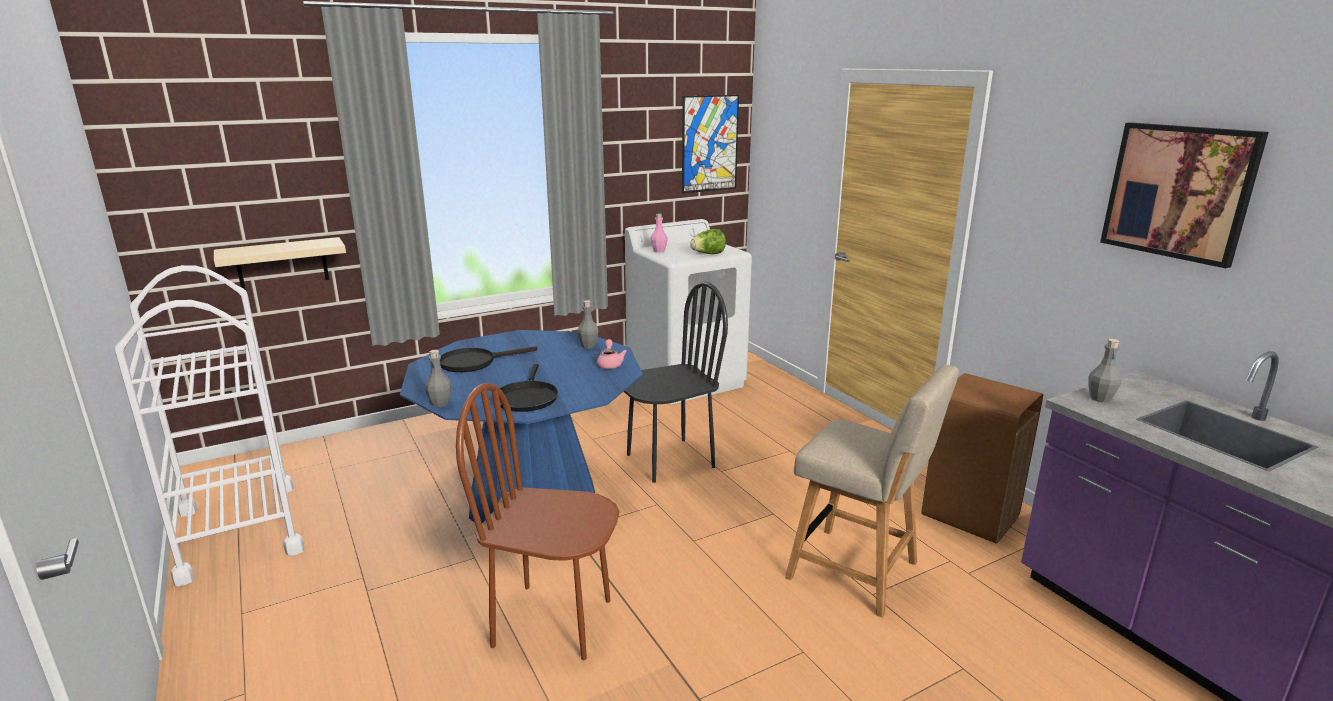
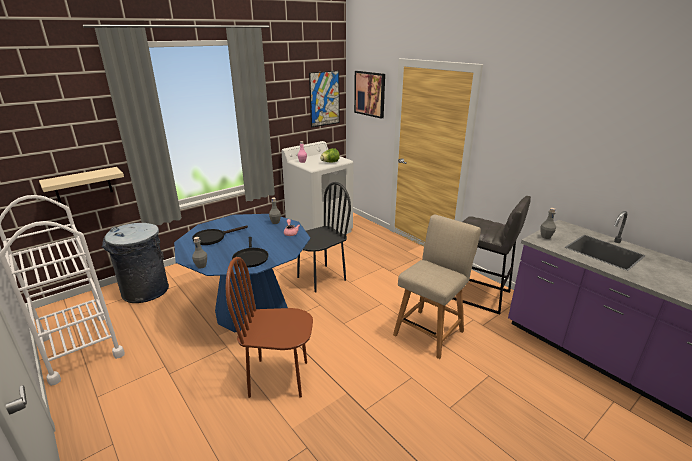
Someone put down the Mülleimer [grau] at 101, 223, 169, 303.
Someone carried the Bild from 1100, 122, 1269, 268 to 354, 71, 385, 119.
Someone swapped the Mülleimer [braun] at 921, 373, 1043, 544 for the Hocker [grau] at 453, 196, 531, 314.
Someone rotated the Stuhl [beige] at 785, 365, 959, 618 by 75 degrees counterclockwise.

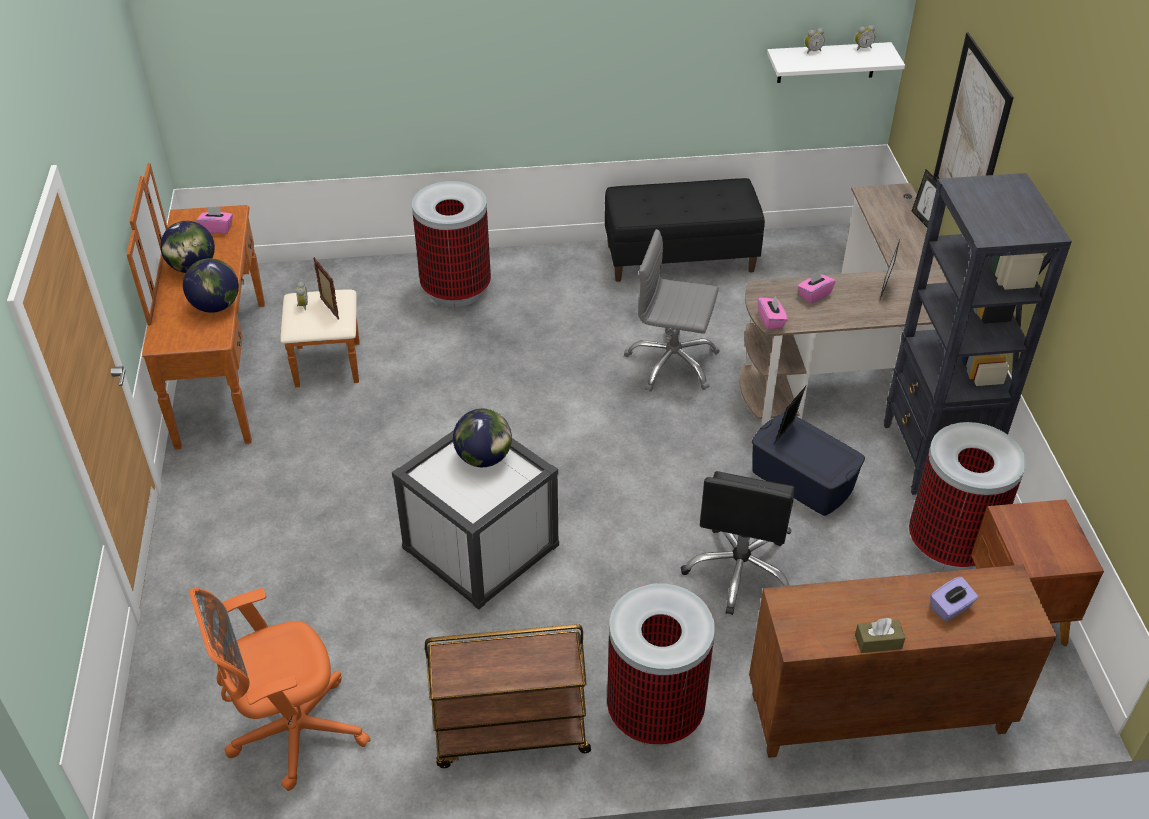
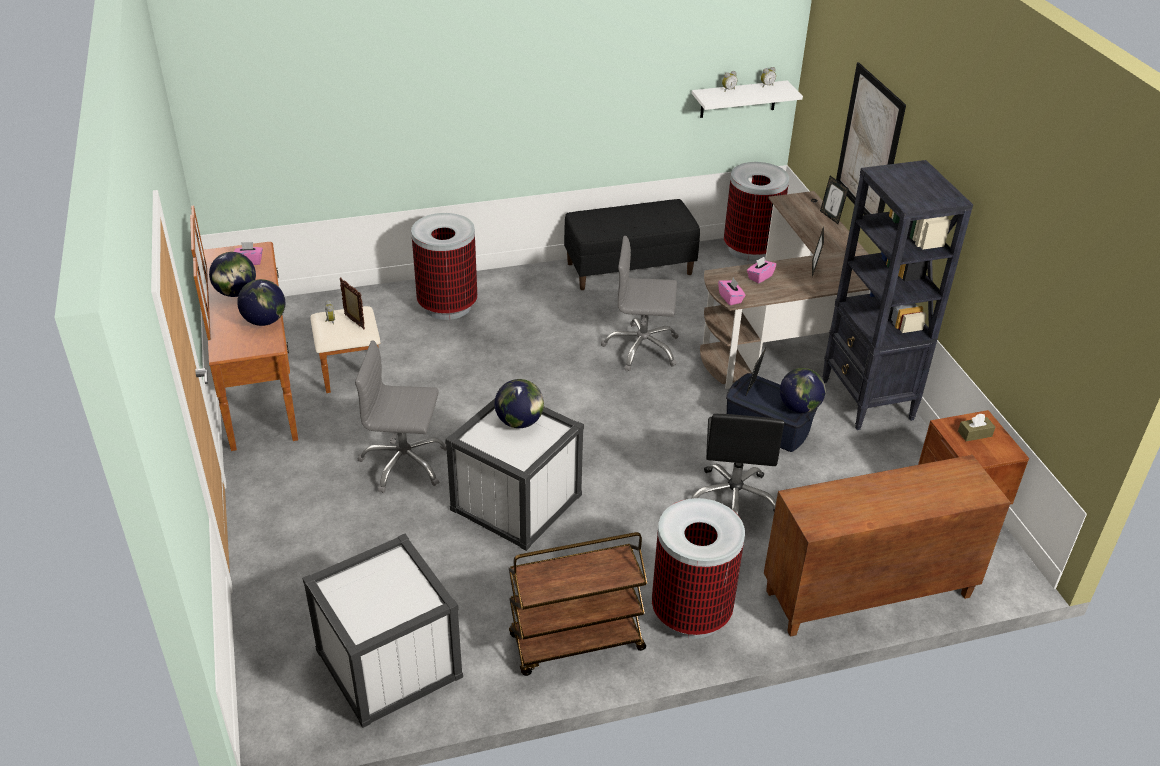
Someone took away the Taschentuchbox [lila] at 930, 576, 979, 622.
Someone put down the Bürostuhl [grau] at 355, 340, 447, 493.
Someone put down the Globus at 780, 368, 826, 413.
Someone carried the Taschentuchbox [braun] from 855, 618, 905, 653 to 958, 414, 995, 441.
Someone carried the Mülleimer from 909, 422, 1026, 571 to 724, 162, 789, 261.
Someone swapped the Bürostuhl [orange] at 189, 588, 370, 791 for the Aufbewahrungsbox [weiß] at 302, 534, 463, 728.

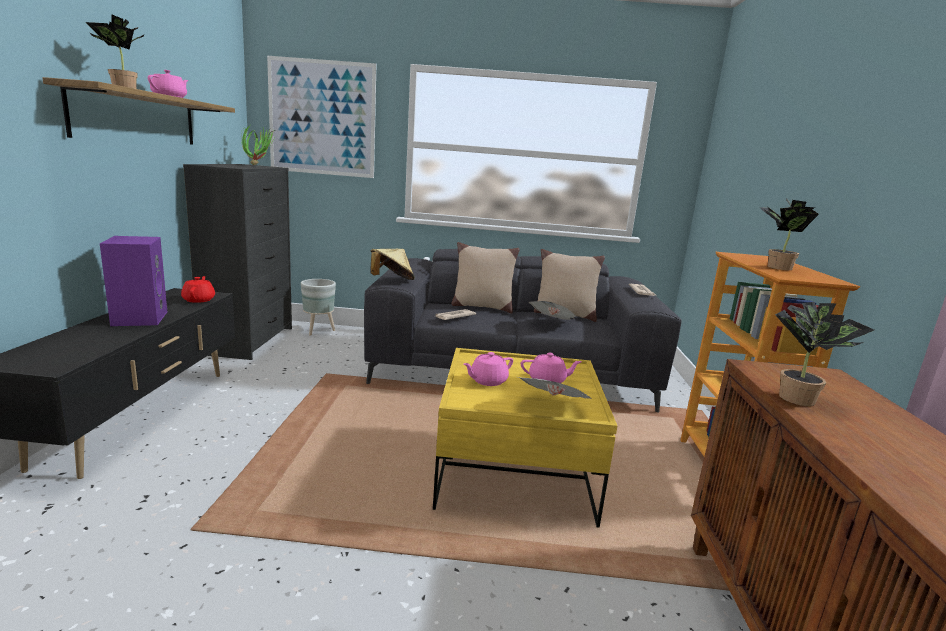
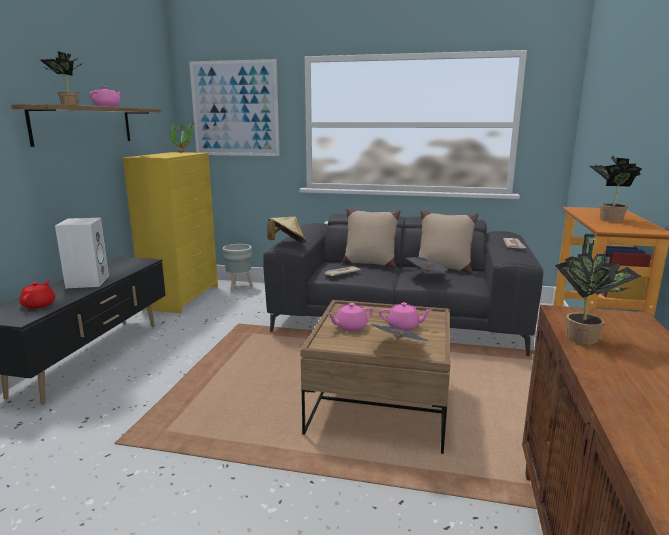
Someone carried the Teekanne [rot] from 181, 276, 215, 303 to 19, 279, 55, 309.
Someone repainted the Lautsprecher [lila] at 100, 236, 167, 326, which became the Lautsprecher [weiß] at 55, 218, 109, 288.
Someone repainted the Kommode [schwarz] at 183, 164, 292, 360, which became the Kommode [gelb] at 122, 152, 218, 313.
Someone repainted the Couchtisch [gelb] at 433, 348, 617, 528, which became the Couchtisch [braun] at 300, 300, 450, 454.

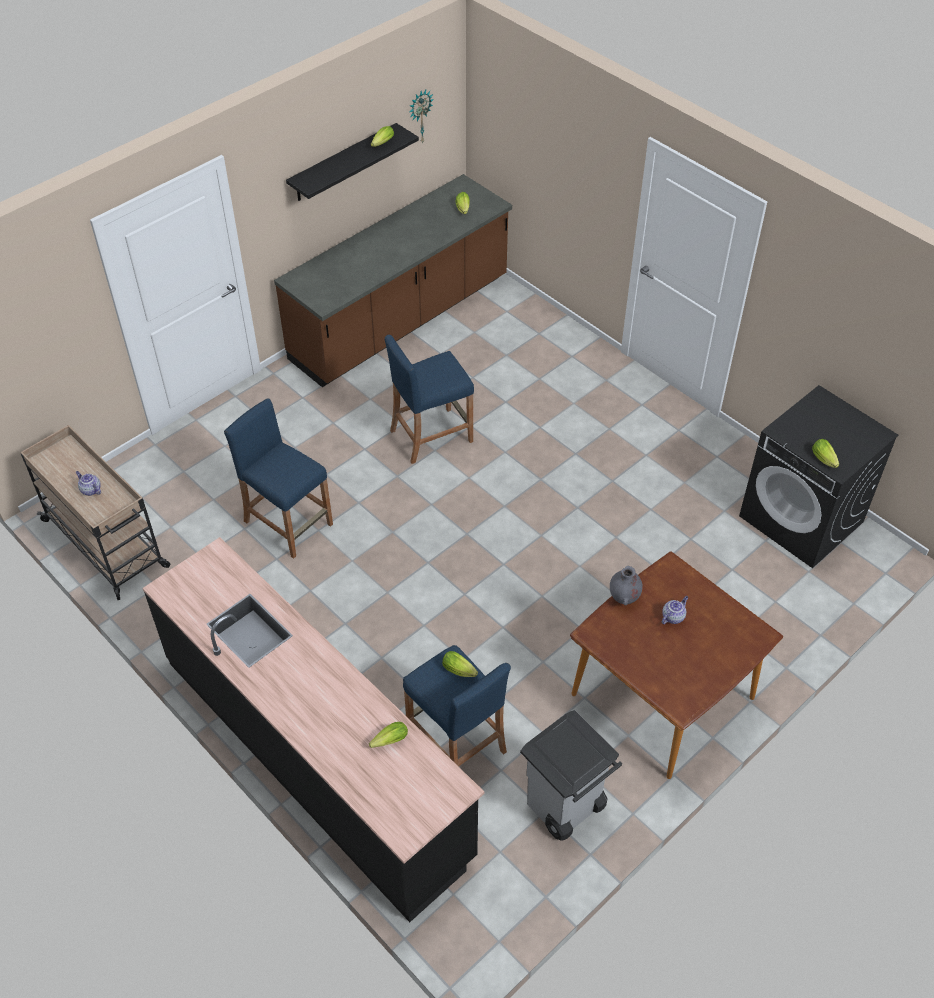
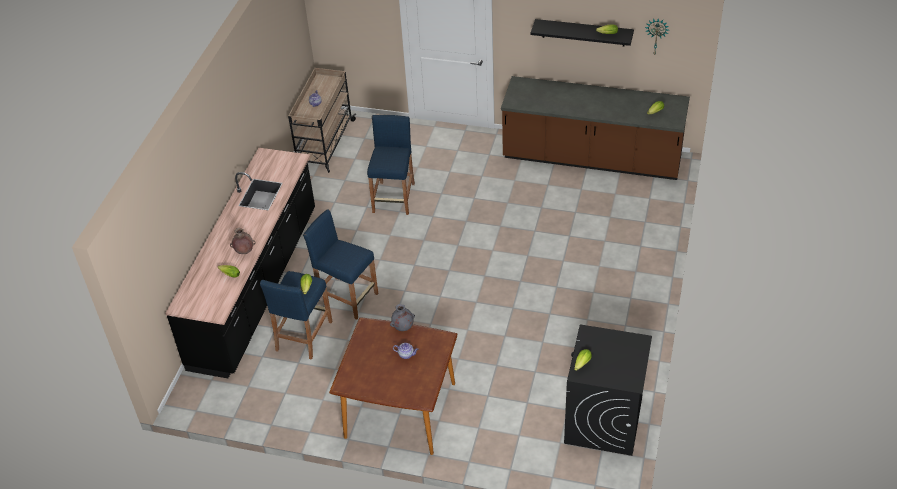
Someone took away the Mülleimer [grau] at 520, 710, 622, 841.
Someone put down the Vase [braun] at 230, 228, 256, 254.
Someone carried the Hocker [blau] from 385, 335, 474, 464 to 303, 209, 378, 320.

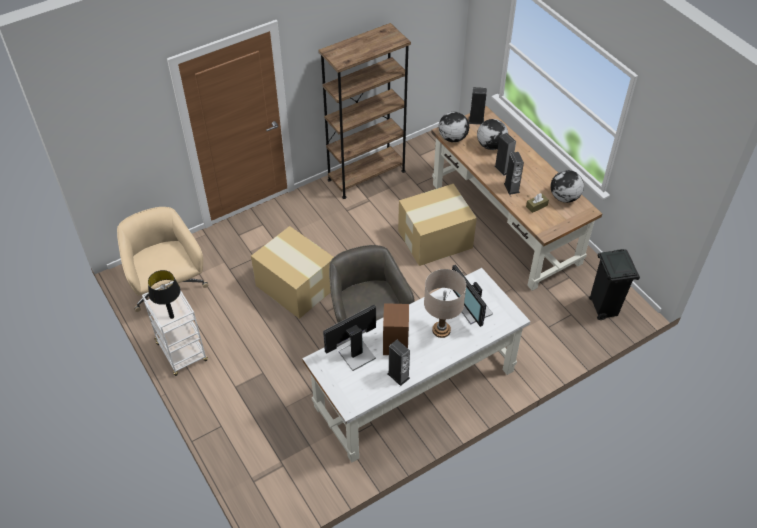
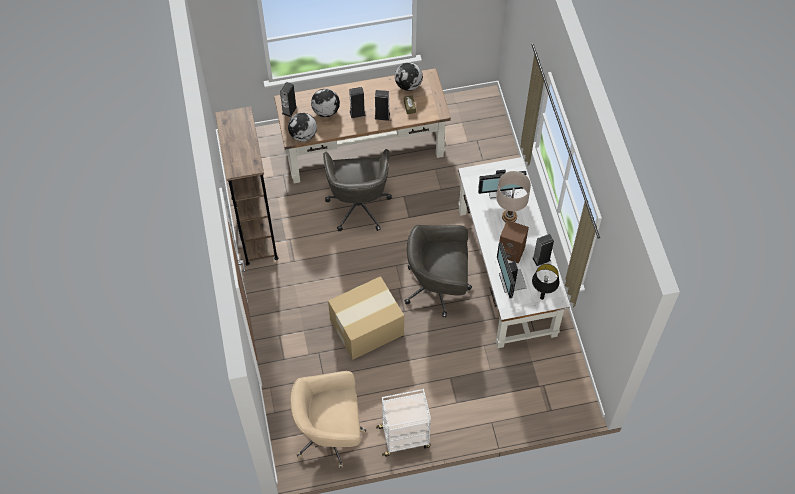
Someone took away the Mülleimer [schwarz] at 589, 249, 640, 320.
Someone carried the Tischlampe [schwarz] from 148, 270, 181, 319 to 532, 264, 559, 300.
Someone swapped the Karton at 398, 184, 477, 266 for the Bürostuhl [grau] at 323, 149, 392, 231.

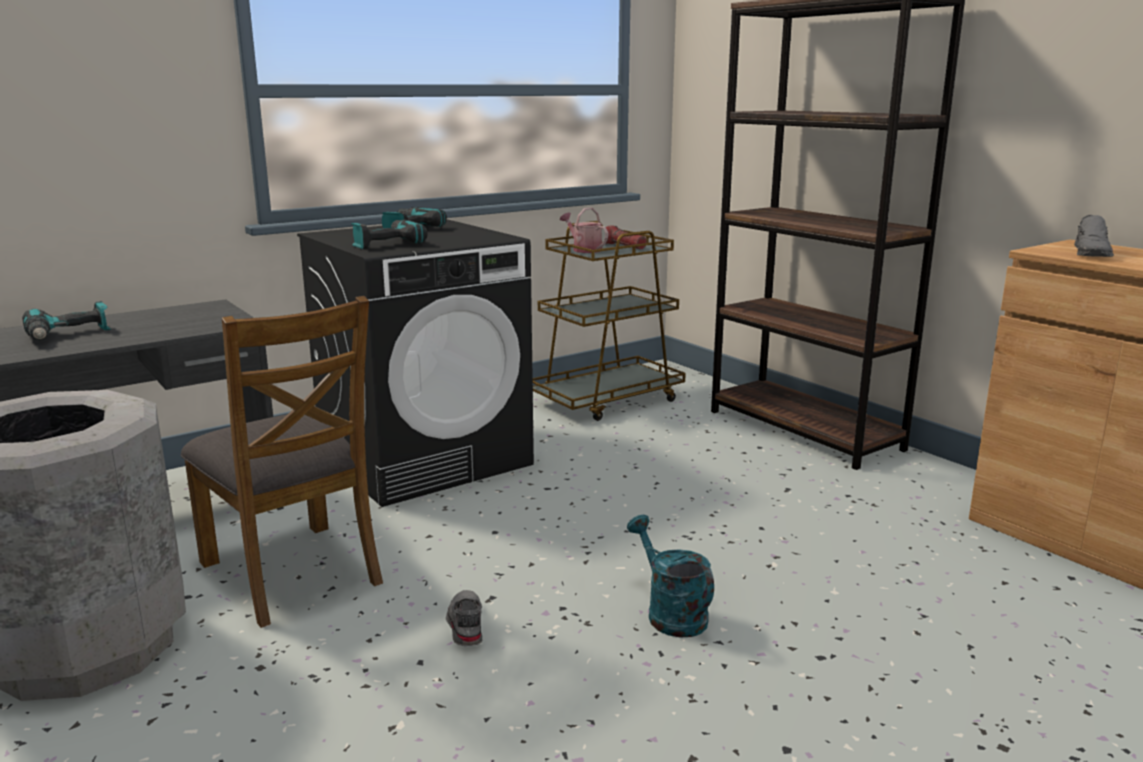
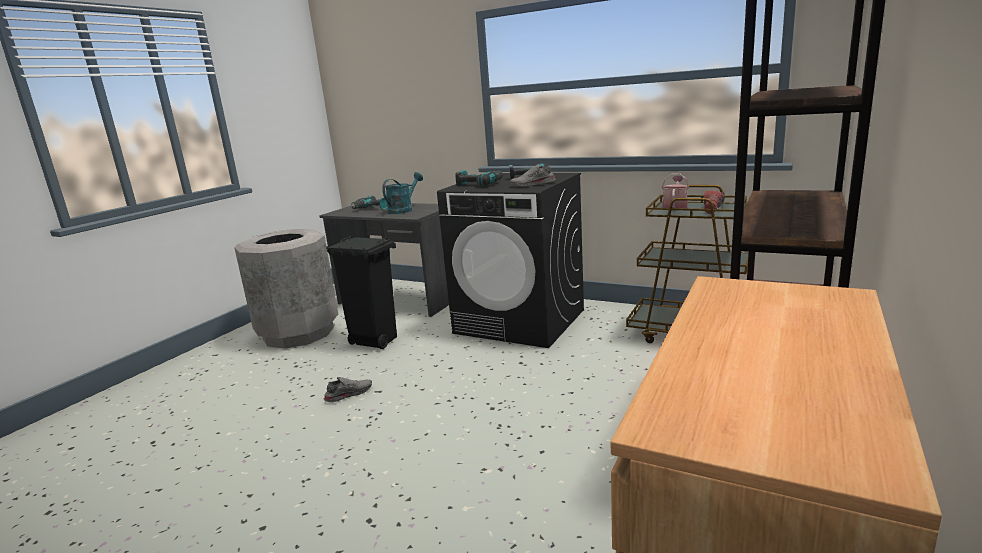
Someone carried the Gießkanne [türkis] from 627, 515, 714, 638 to 382, 172, 423, 214.
Someone carried the Schuh [grau] from 1074, 215, 1114, 257 to 510, 164, 556, 186.
Someone swapped the Stuhl [braun] at 181, 296, 383, 628 for the Mülleimer [schwarz] at 326, 236, 397, 349.

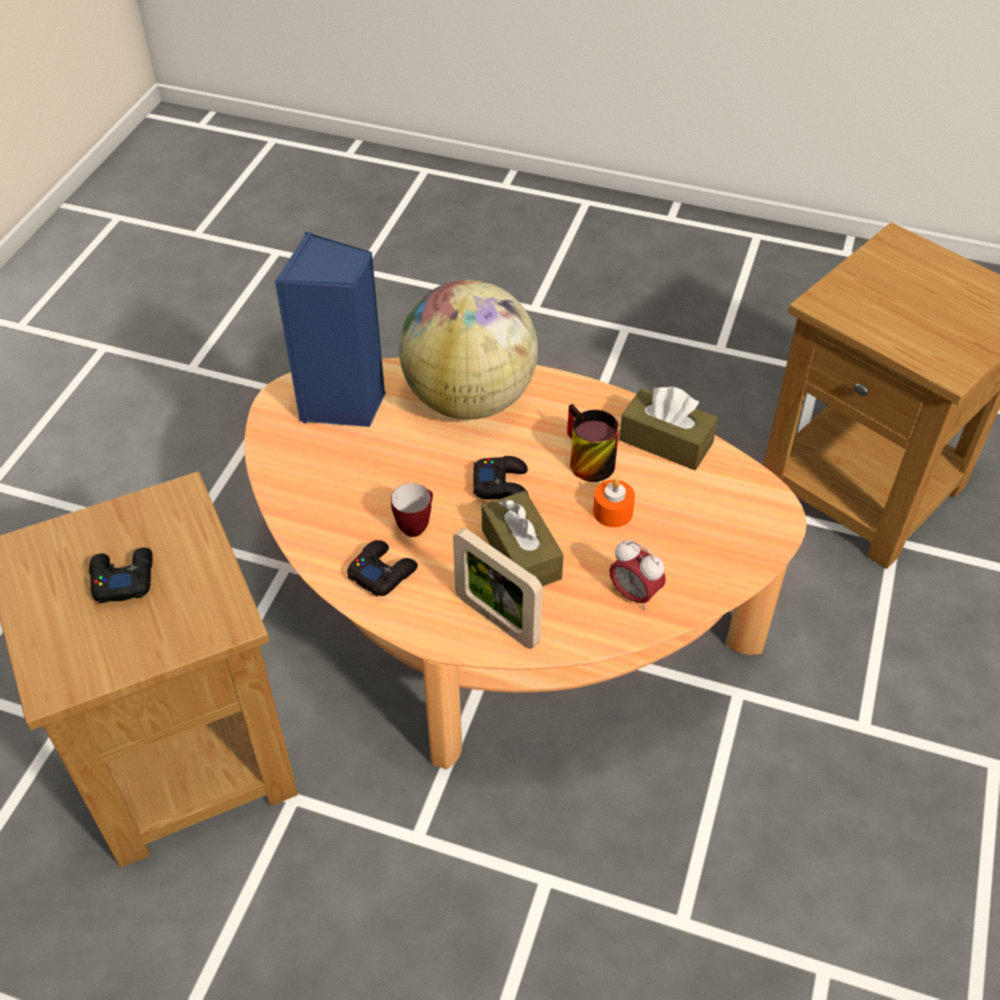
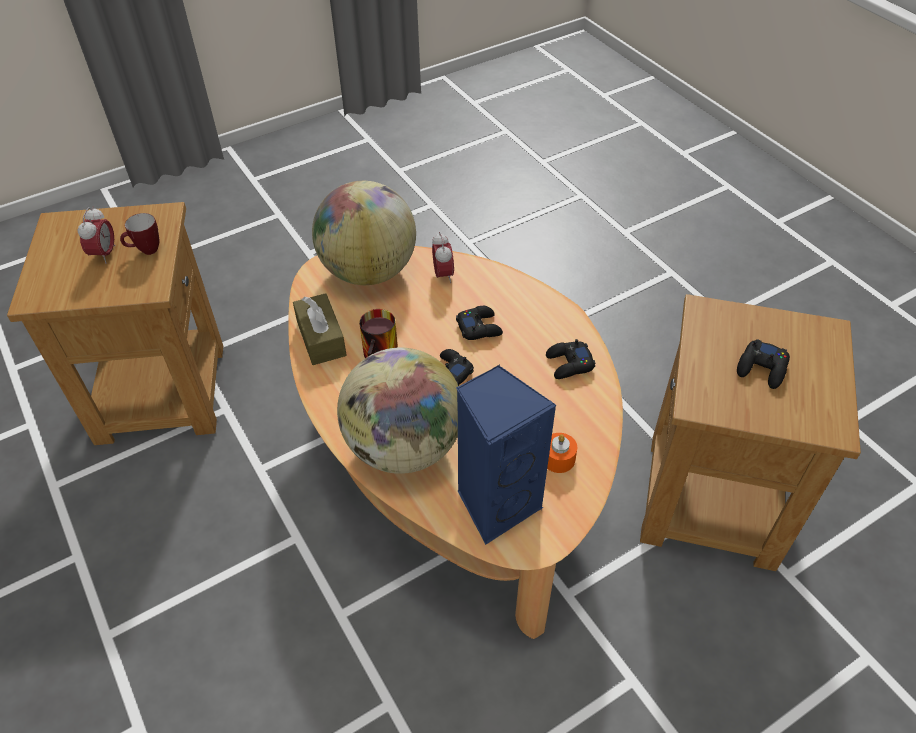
Someone took away the Bilderrahmen at 453, 528, 543, 649.
Someone put down the Wecker at 78, 207, 115, 264.
Someone put down the Globus at 312, 181, 416, 285.
Someone carried the Henkelbecher from 391, 483, 433, 537 to 120, 213, 159, 255.
Someone carried the Kerze [orange] from 593, 479, 635, 527 to 547, 433, 577, 473.
Someone swapped the Taschentuchbox [braun] at 482, 491, 564, 586 for the Gamepad [schwarz] at 456, 306, 503, 340.

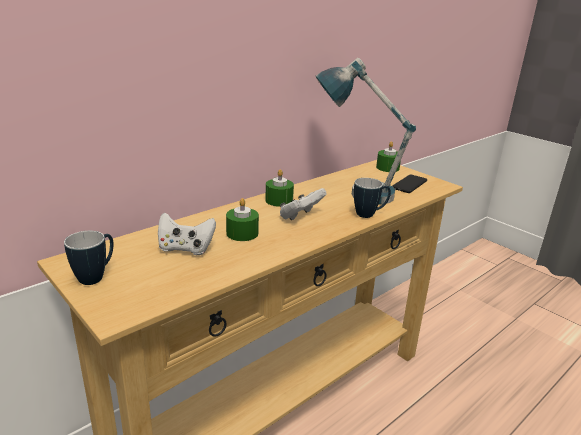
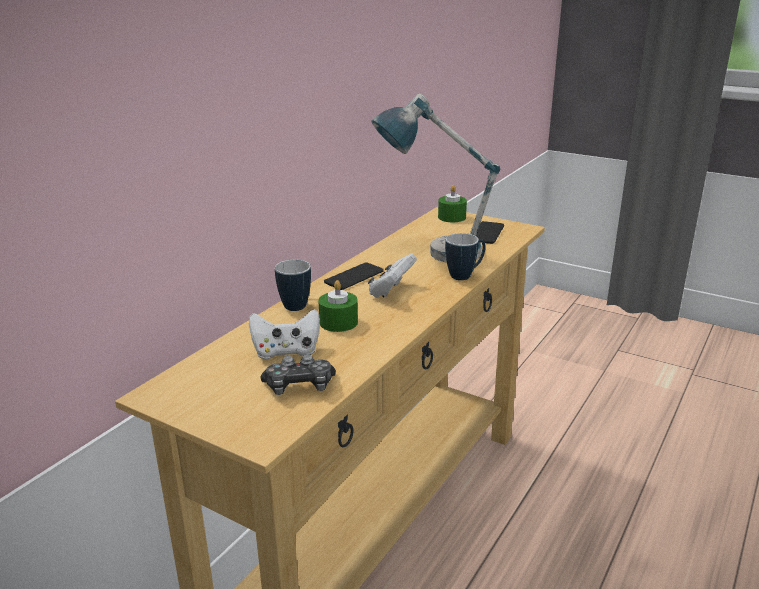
Someone put down the Gamepad at 260, 354, 336, 395.
Someone carried the Henkelbecher from 64, 231, 113, 285 to 275, 260, 311, 311.
Someone swapped the Kerze [grün] at 265, 169, 294, 207 for the Handy at 324, 262, 384, 290.

